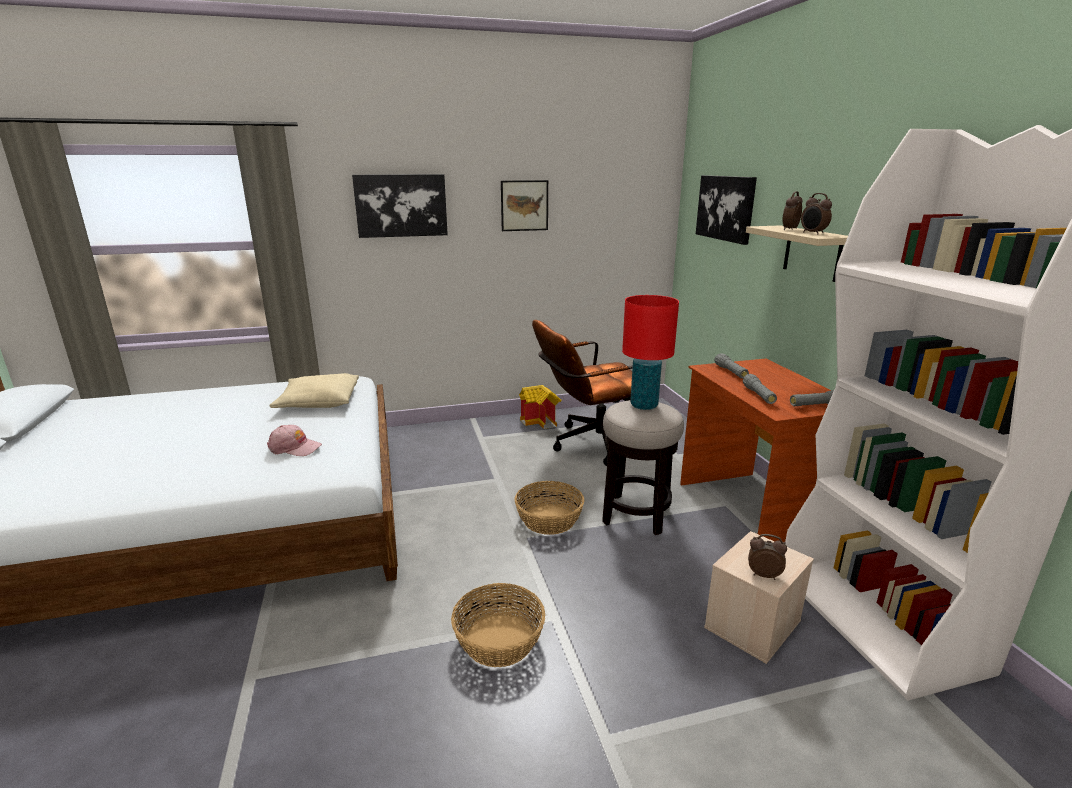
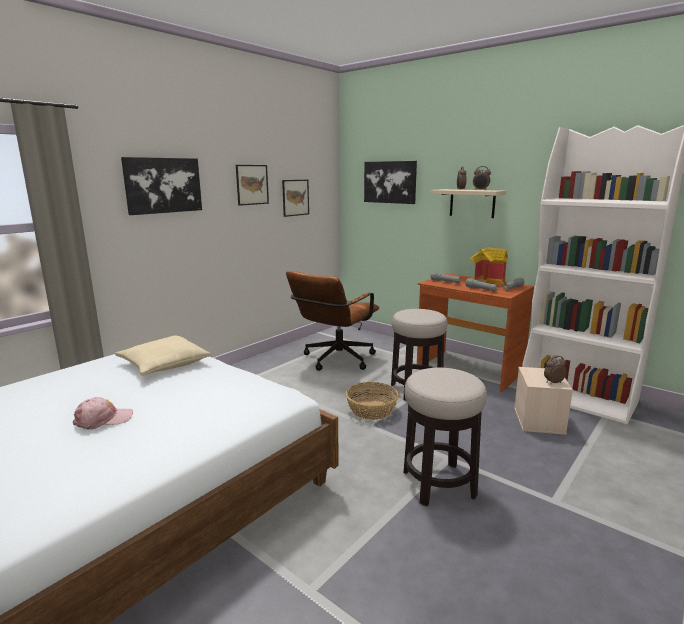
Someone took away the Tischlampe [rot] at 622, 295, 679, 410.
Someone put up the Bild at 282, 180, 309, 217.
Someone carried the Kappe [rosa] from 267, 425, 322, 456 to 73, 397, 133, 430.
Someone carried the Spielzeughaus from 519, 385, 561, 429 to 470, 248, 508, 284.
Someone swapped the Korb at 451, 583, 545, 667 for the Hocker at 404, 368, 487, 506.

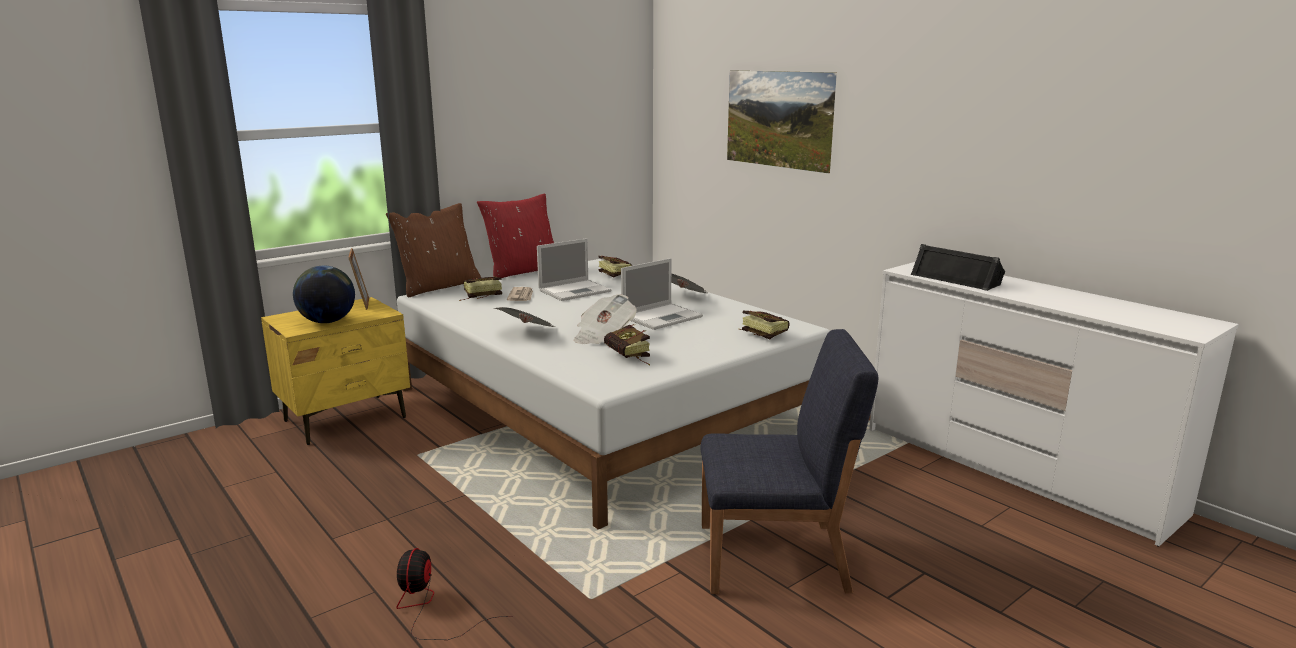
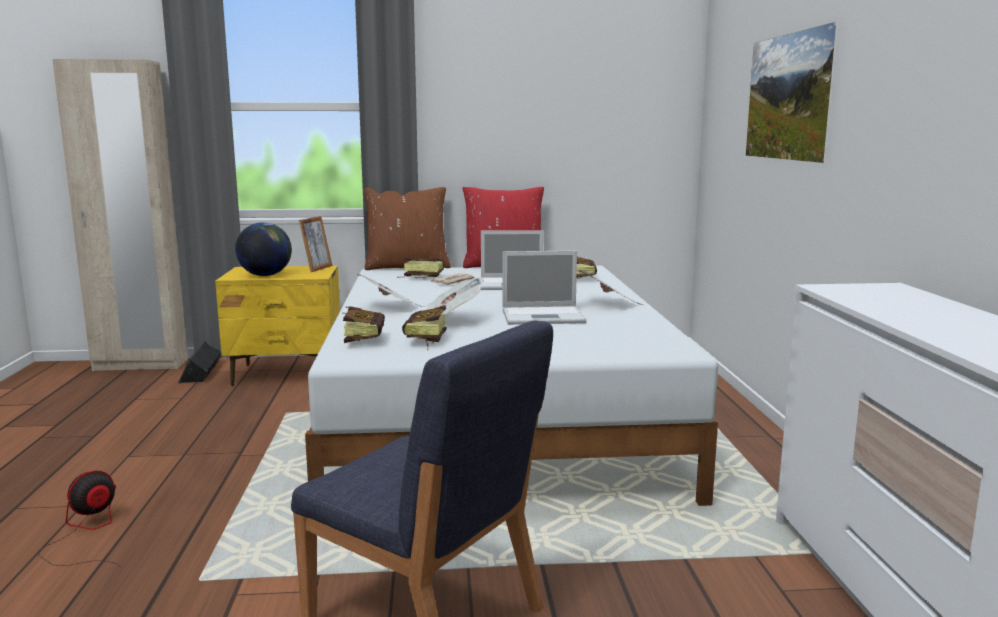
Someone put down the Kleiderschrank [beige] at 52, 59, 188, 371.
Someone carried the Buch from 739, 311, 790, 339 to 342, 306, 385, 343.
Someone carried the Lautsprecher [schwarz] from 911, 244, 1005, 291 to 178, 341, 221, 383.

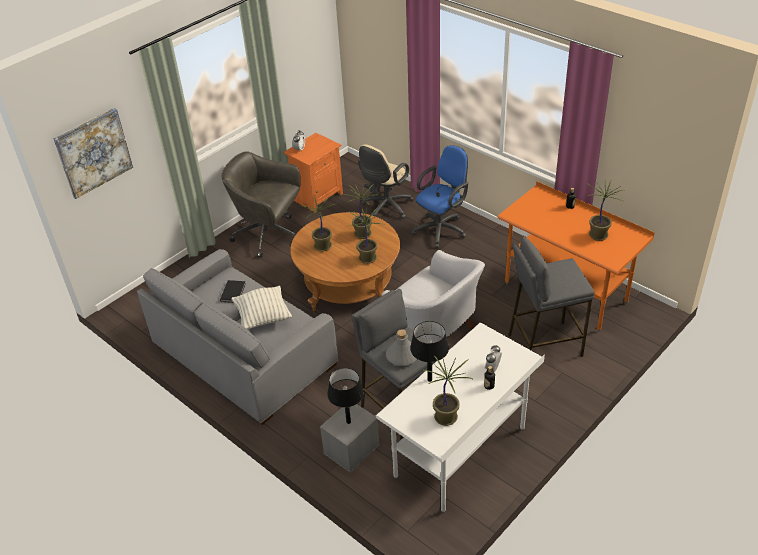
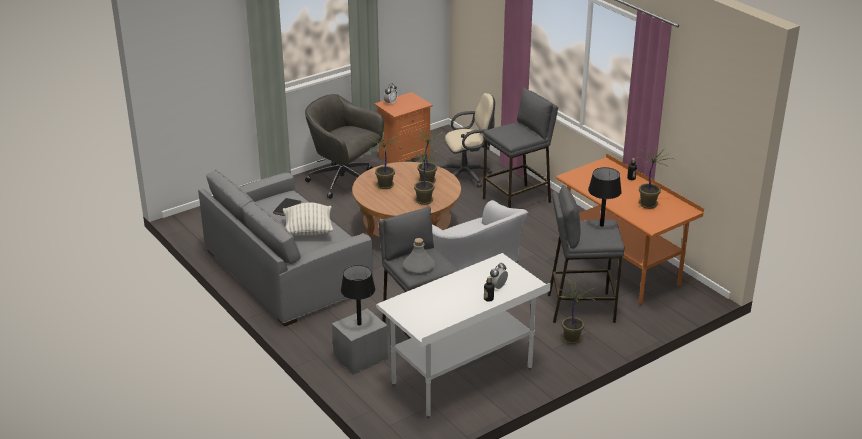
Someone took away the Bild at 53, 108, 133, 199.
Someone carried the Tischlampe [schwarz] from 410, 321, 449, 382 to 588, 167, 622, 227.
Someone carried the Topfpflanze from 424, 355, 473, 426 to 557, 281, 597, 344.
Someone swapped the Bürostuhl [blau] at 411, 145, 468, 248 for the Hocker [grau] at 483, 87, 558, 208.
Someone rotated the Bürostuhl [beige] at 358, 145, 414, 219 by 150 degrees counterclockwise.

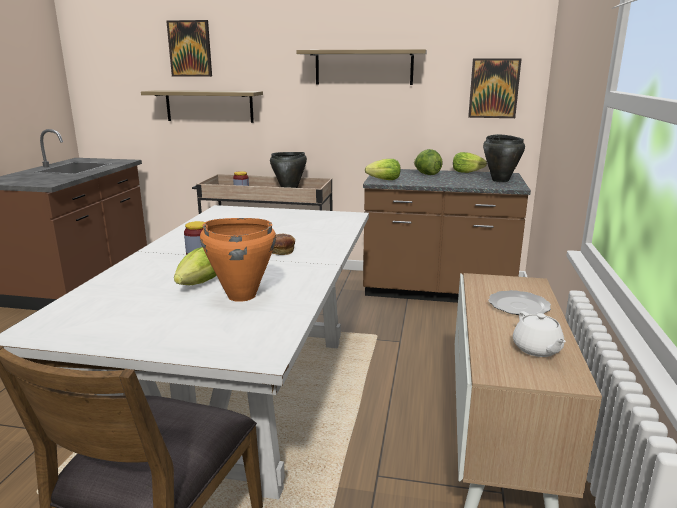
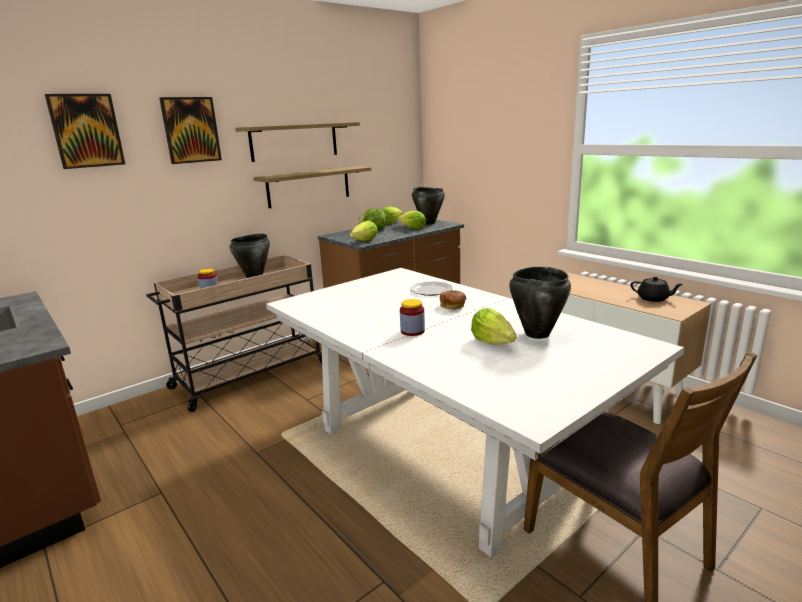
Someone put down the Salatkopf at 398, 211, 426, 229.
Someone carried the Wandregal from 141, 90, 263, 123 to 253, 166, 371, 208.
Someone carried the Bild from 468, 58, 522, 118 to 159, 97, 222, 164.
Someone carried the Teller from 488, 290, 551, 315 to 410, 281, 453, 296.
Someone repainted the Kochtopf [orange] at 200, 218, 276, 302, which became the Kochtopf [schwarz] at 509, 267, 571, 339.
Someone repainted the Teekanne [weiß] at 513, 311, 566, 357, which became the Teekanne [schwarz] at 630, 276, 683, 302.

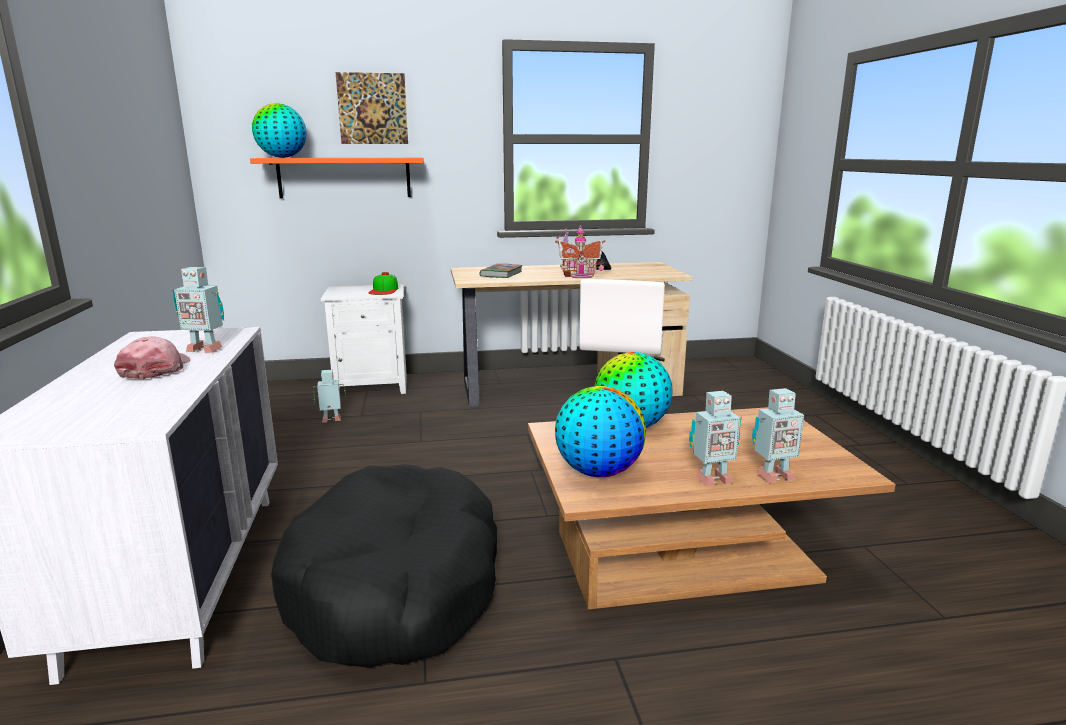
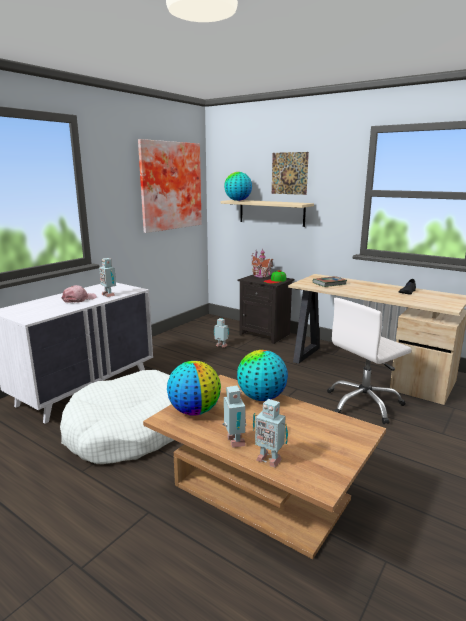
Someone put up the Bild at 138, 139, 202, 233.
Someone carried the Spielzeughaus from 555, 225, 605, 278 to 251, 249, 273, 278.
Someone repainted the Wandregal [orange] at 250, 158, 424, 198, which became the Wandregal [beige] at 221, 200, 314, 227.
Someone repainted the Hundebett [schwarz] at 271, 464, 497, 668, which became the Hundebett [weiß] at 60, 370, 174, 464.
Someone repainted the Nachttisch [weiß] at 321, 284, 407, 394, which became the Nachttisch [schwarz] at 238, 275, 294, 344.
Someone rotated the Spielzeugroboter at 689, 391, 742, 487 by 135 degrees counterclockwise.

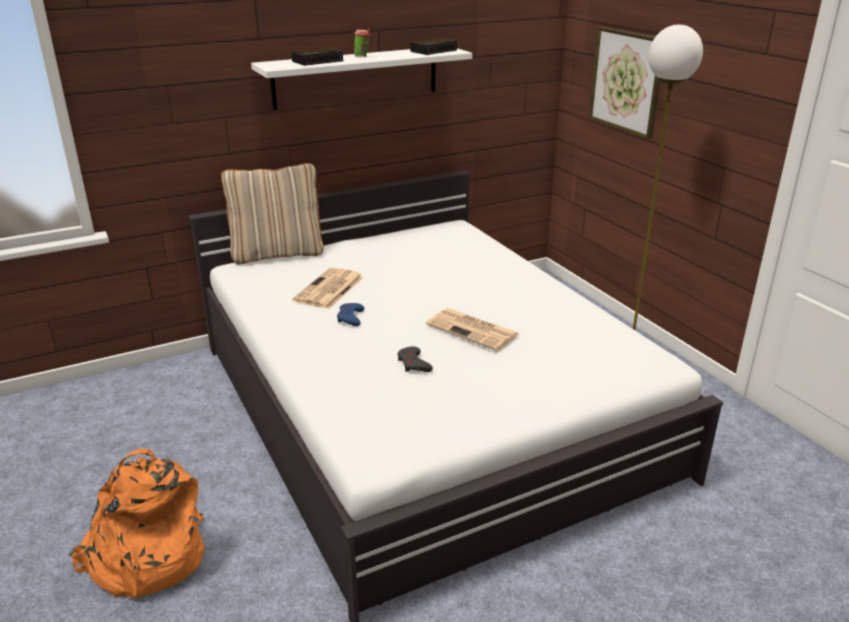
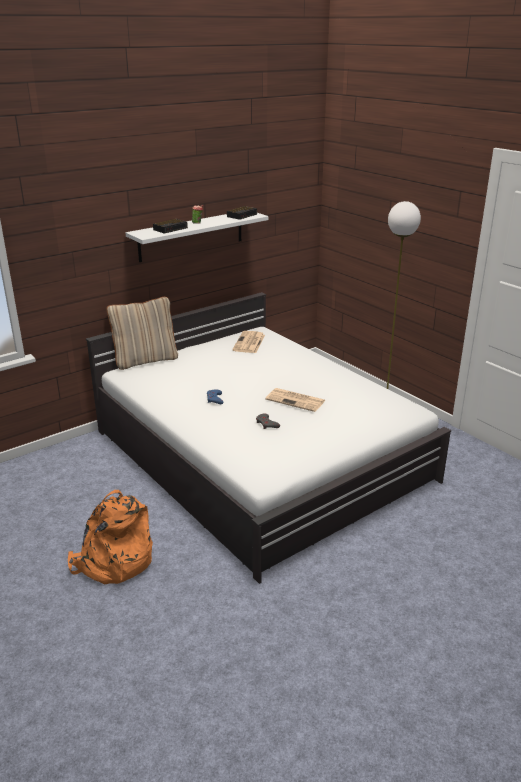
Someone took away the Bild at 588, 27, 660, 139.
Someone carried the Zeitung from 293, 267, 364, 309 to 232, 331, 265, 353.

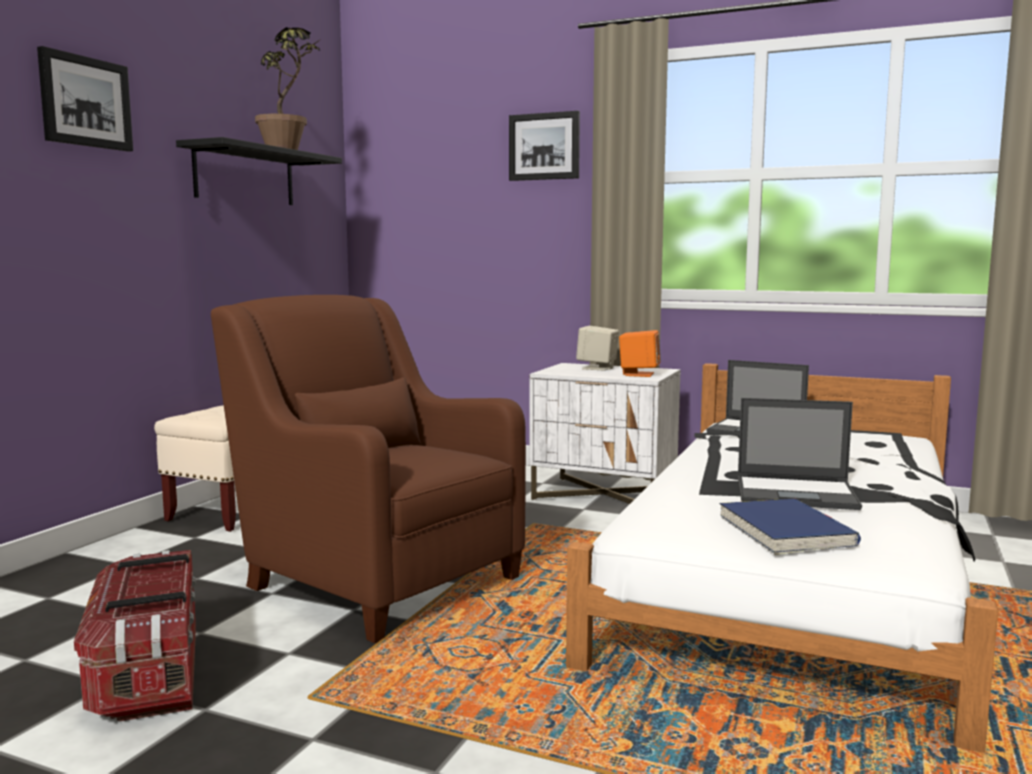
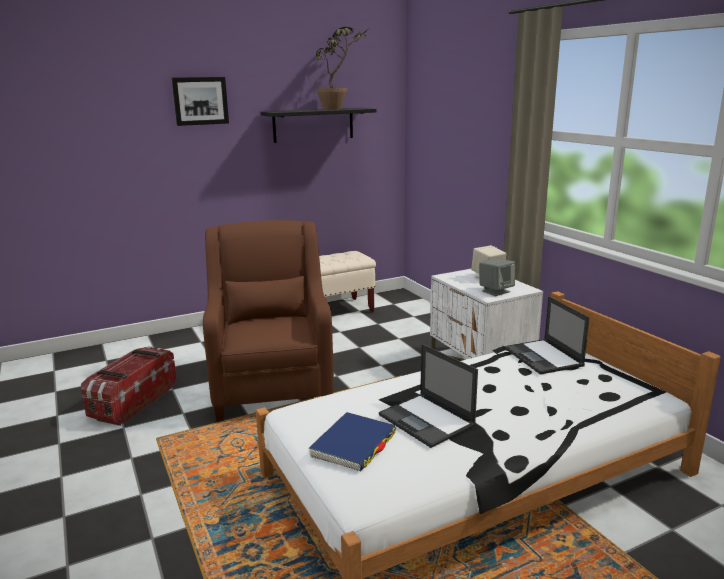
Someone took away the Bild at 509, 111, 580, 181.
Someone repainted the Lautsprecher [orange] at 619, 330, 661, 377, which became the Lautsprecher [grau] at 479, 259, 515, 296.

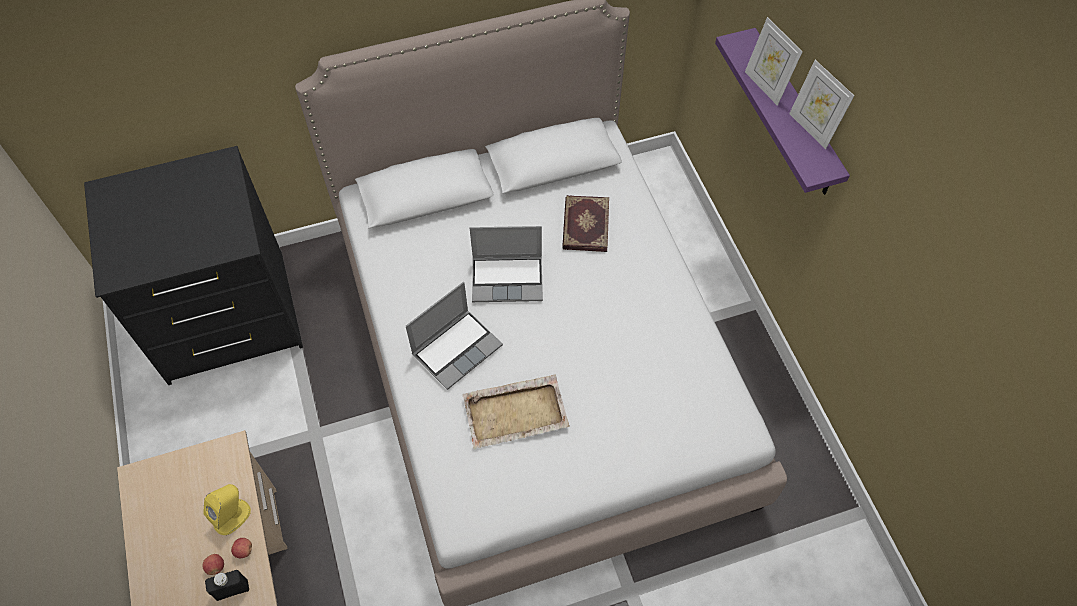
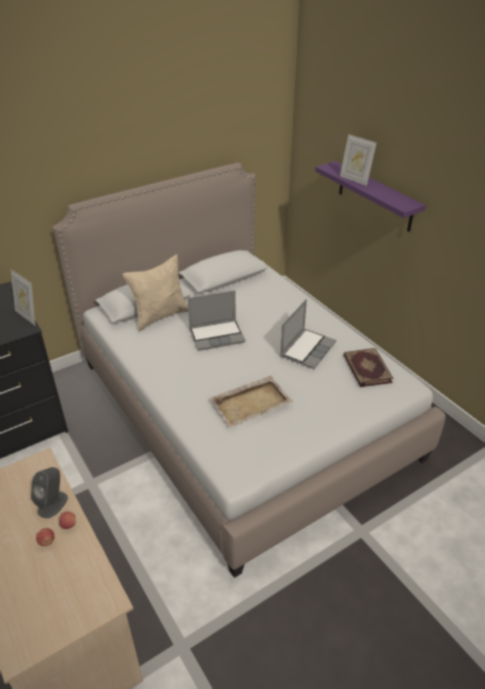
Someone took away the Flasche [schwarz] at 205, 570, 249, 601.
Someone put down the Kissen [beige] at 123, 254, 188, 331.
Someone carried the Laptop from 406, 282, 503, 390 to 280, 299, 336, 369.
Someone carried the Buch from 562, 195, 609, 252 to 343, 348, 394, 387.
Someone carried the Bilderrahmen from 789, 60, 854, 149 to 11, 270, 35, 325.
Someone repainted the Lautsprecher [gelb] at 203, 484, 251, 535, which became the Lautsprecher [grau] at 31, 467, 68, 518.

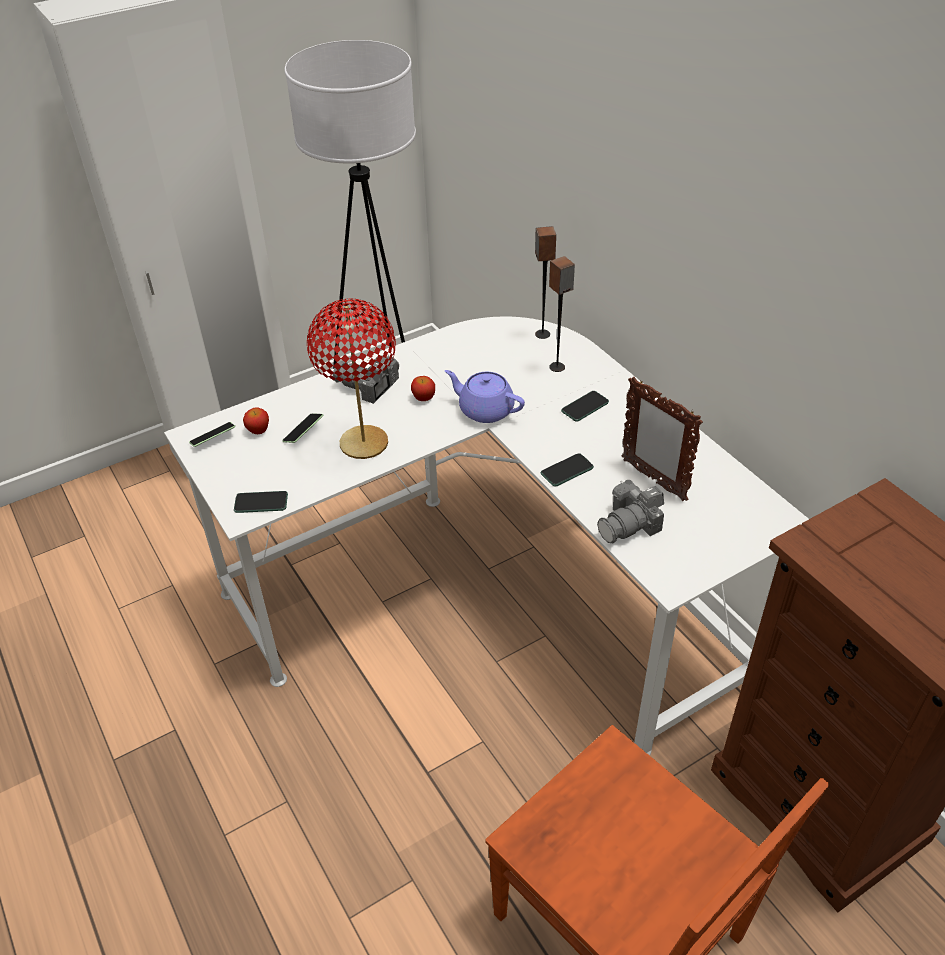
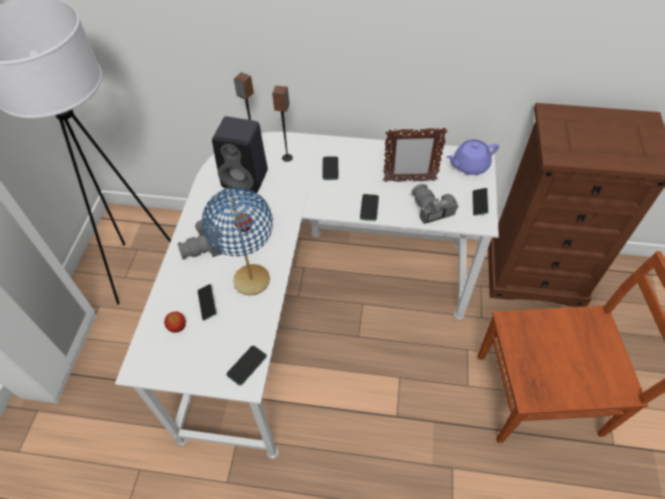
Someone put down the Lautsprecher [schwarz] at 212, 116, 268, 193.
Someone carried the Handy from 189, 422, 235, 447 to 472, 188, 489, 216.
Someone carried the Teekanne [lila] from 445, 370, 525, 423 to 446, 140, 499, 175.
Someone repainted the Tischlampe [rot] at 307, 298, 396, 459, which became the Tischlampe [blau] at 202, 187, 273, 296.
Someone rotated the Kamera at 597, 480, 664, 544 by 150 degrees clockwise.

